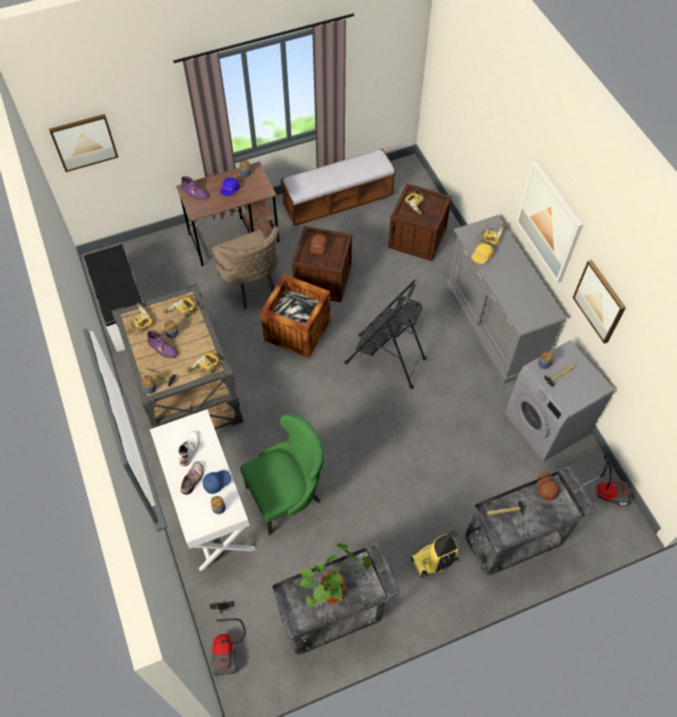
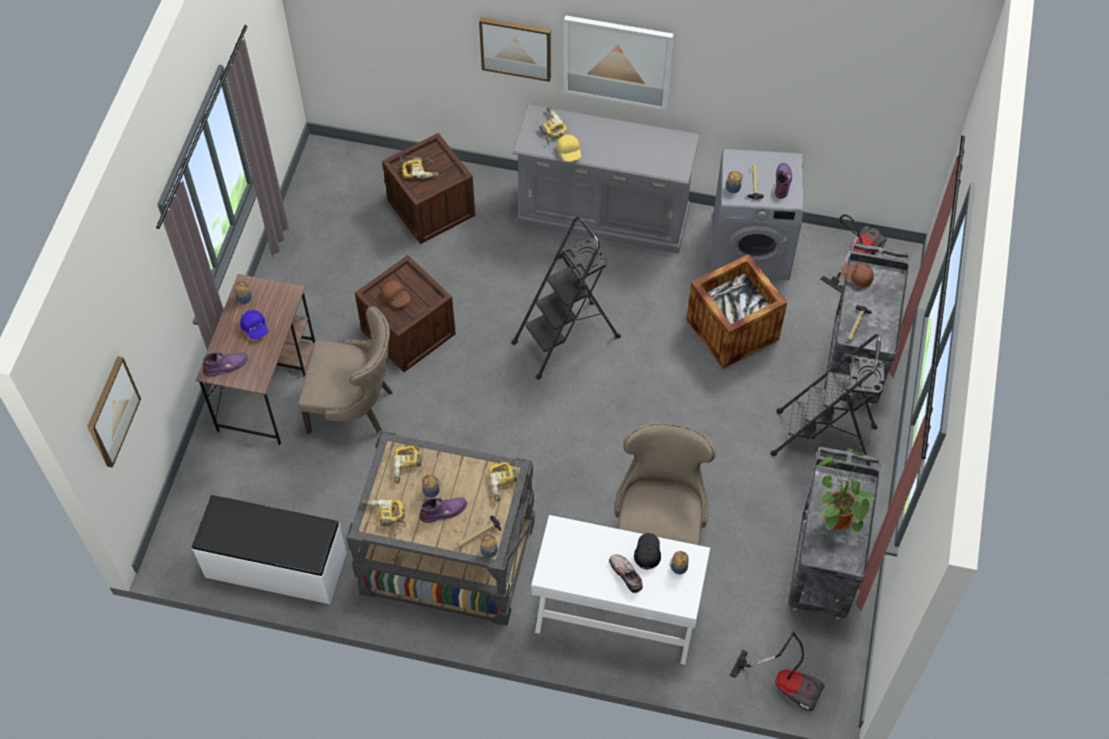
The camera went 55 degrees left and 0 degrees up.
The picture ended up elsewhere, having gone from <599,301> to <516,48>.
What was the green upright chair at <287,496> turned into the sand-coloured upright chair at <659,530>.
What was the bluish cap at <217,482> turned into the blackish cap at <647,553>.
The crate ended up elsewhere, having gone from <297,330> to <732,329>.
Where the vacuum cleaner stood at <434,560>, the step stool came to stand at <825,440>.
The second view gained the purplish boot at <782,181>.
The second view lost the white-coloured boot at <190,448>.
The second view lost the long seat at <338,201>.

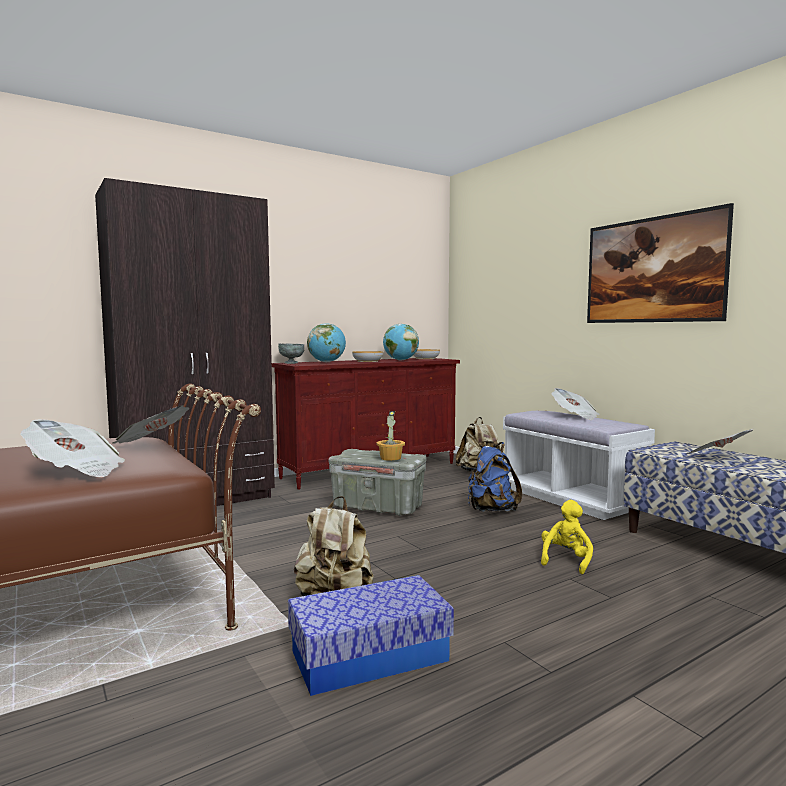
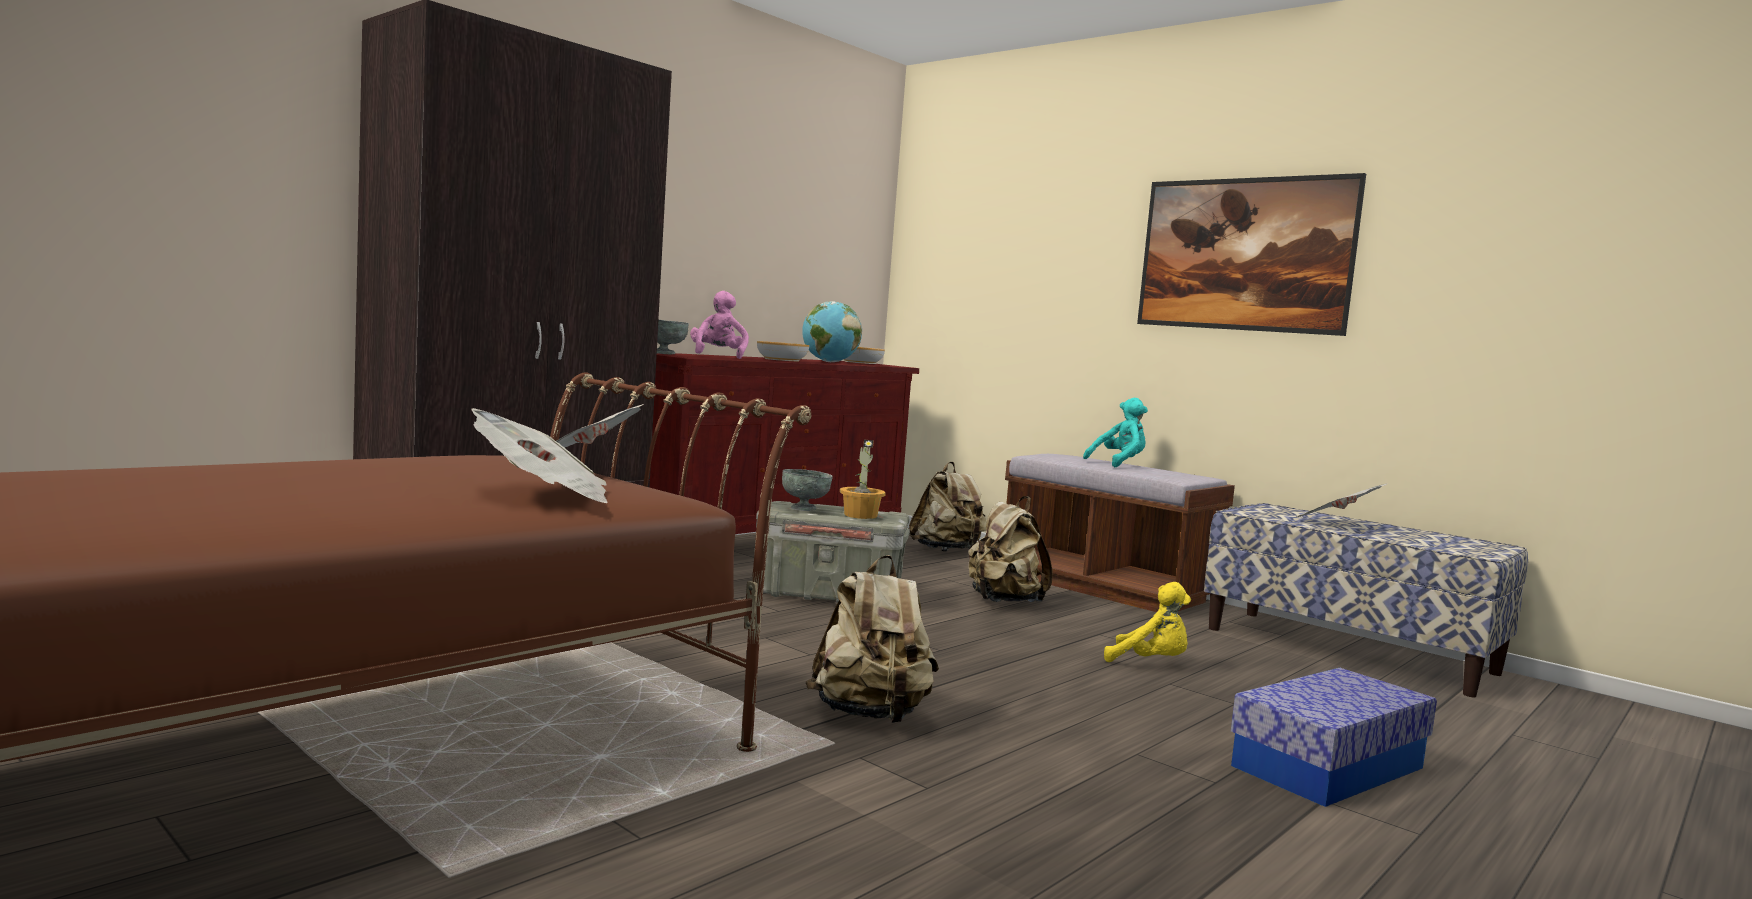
The camera went 15 degrees left and 0 degrees up.
Where the desk globe stood at <327,362>, the pink plush toy came to stand at <718,356>.
The second view gained the gray bowl at <804,508>.
What was the bluish knapsack at <491,510> turned into the sand-coloured knapsack at <1003,602>.
What was the white-coloured long seat at <571,499> turned into the brown-coloured long seat at <1105,588>.
Where the daily paper stood at <575,416>, the turquoise plush toy came to stand at <1119,464>.
The yellowish plush toy at <566,560> ended up facing another way, 105 degrees clockwise from before.
The storage box ended up elsewhere, having gone from <369,656> to <1328,767>.

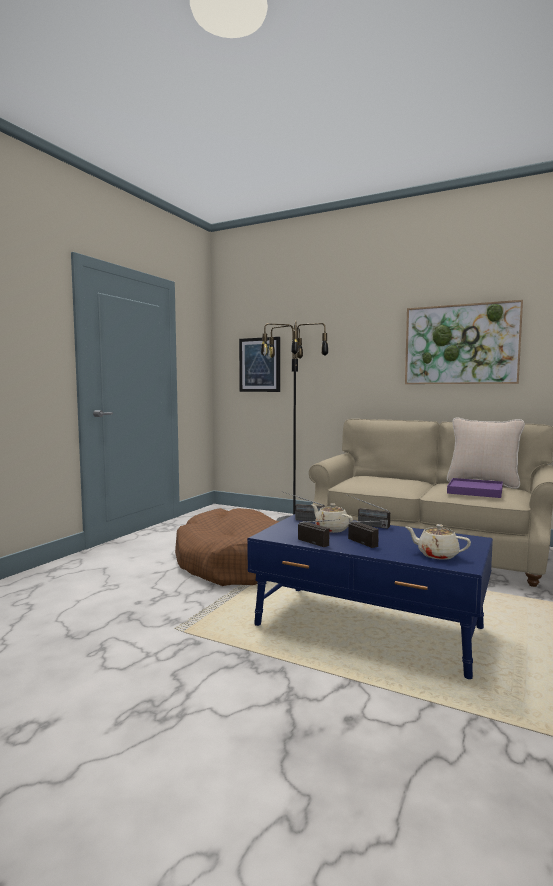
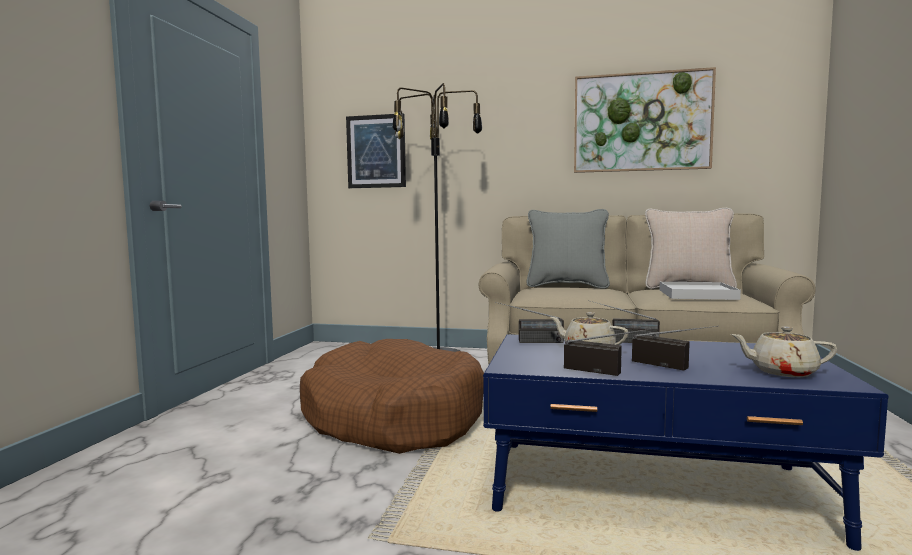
The camera went 15 degrees left and 0 degrees up.
The second view gained the gray throw pillow at <567,286>.
What was the purplish carrying tray at <475,491> turned into the white-coloured carrying tray at <696,294>.

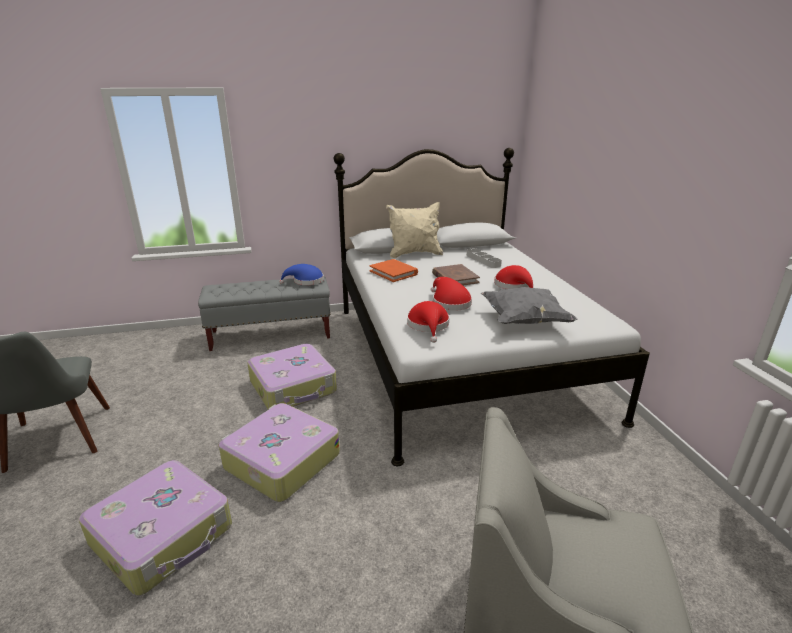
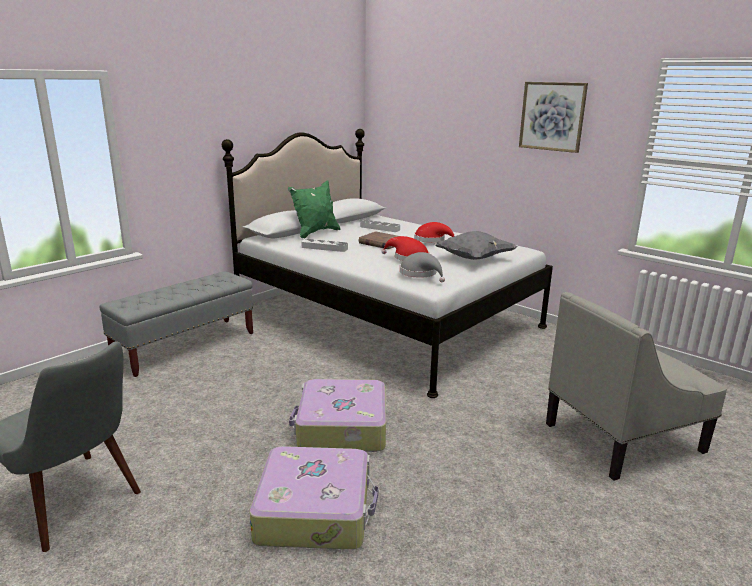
The camera went 35 degrees left and 5 degrees down.
What was the sand-coloured throw pillow at <414,254> turned into the green throw pillow at <315,233>.
Where the orange bound book stood at <393,272>, the gray carrying tray came to stand at <324,248>.
What was the reddish clothing hat at <428,326> turned into the gray clothing hat at <420,274>.
The second view gained the picture at <552,116>.
The second view lost the piece of luggage at <294,387>.
The second view lost the bluish clothing hat at <305,281>.

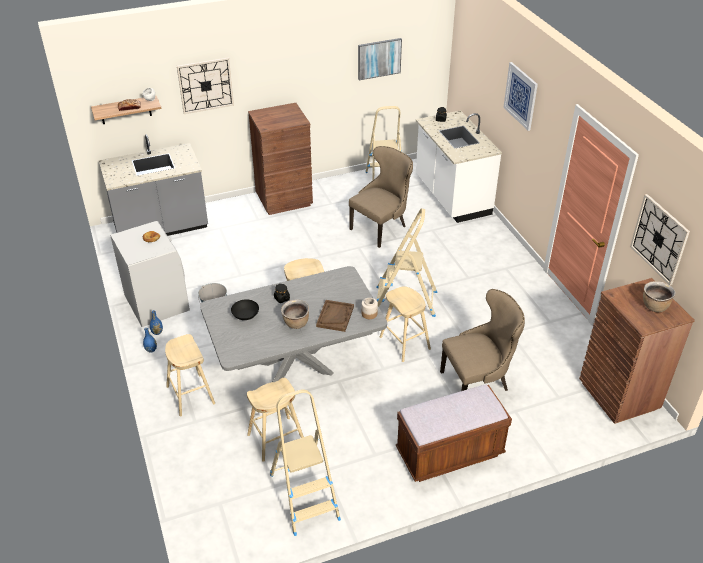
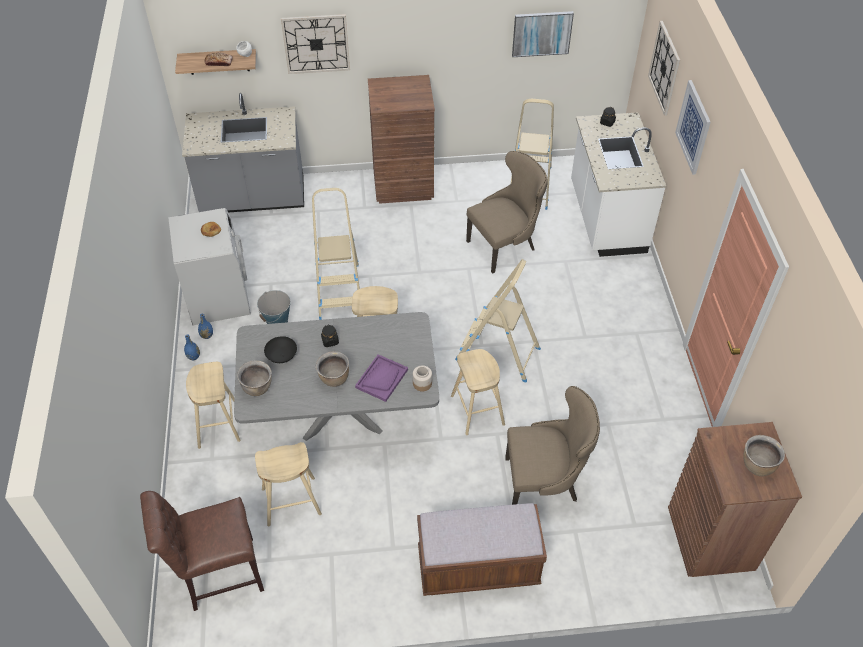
The camera went 15 degrees right and 10 degrees up.
The second view gained the brown-coloured upright chair at <218,574>.
The second view gained the brown-coloured stockpot at <257,388>.
The sand-coloured step stool ended up elsewhere, having gone from <304,497> to <339,291>.
What was the brown-coloured carrying tray at <335,316> turned into the purplish carrying tray at <381,378>.
The hanging clock ended up elsewhere, having gone from <659,239> to <664,68>.

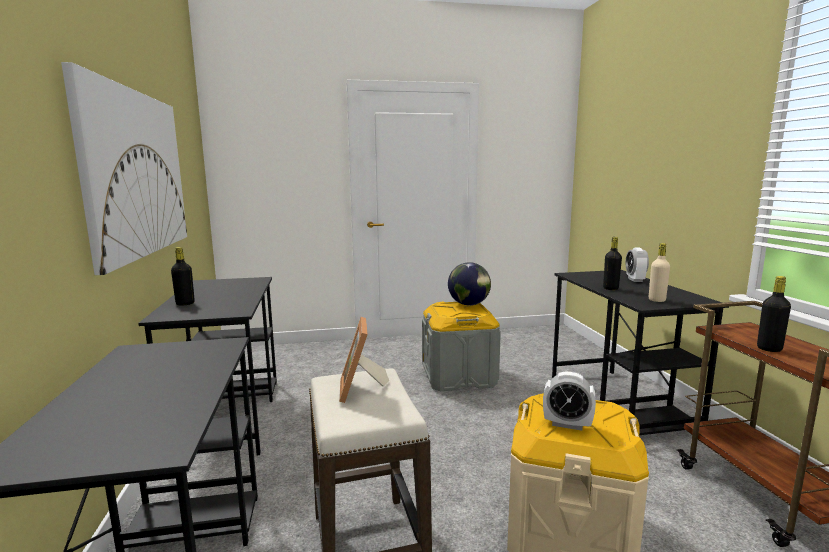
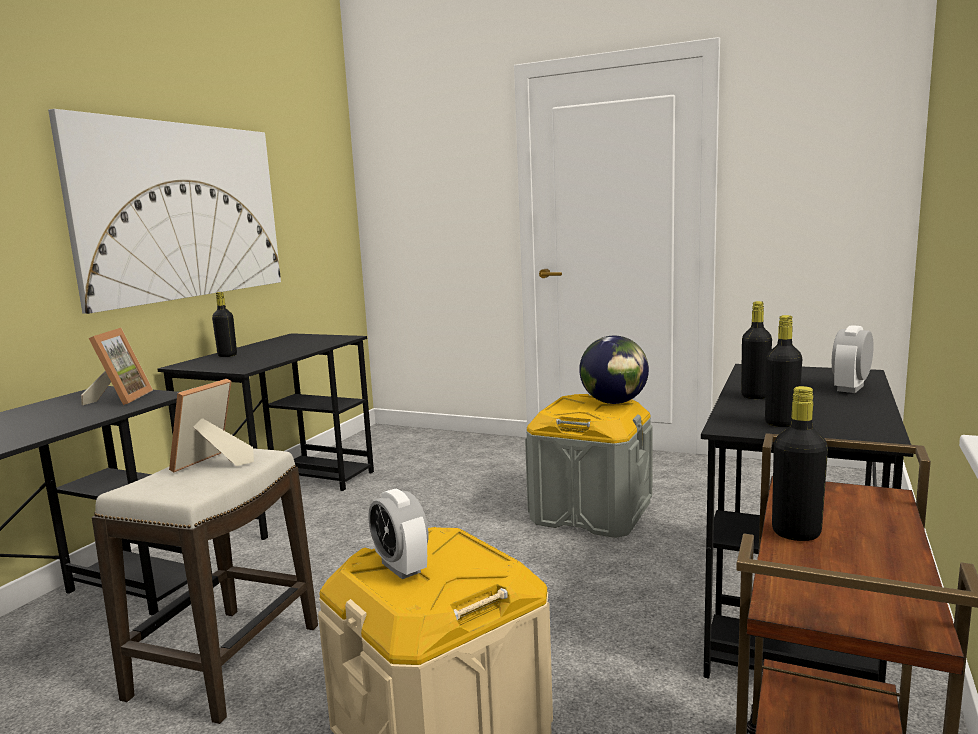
The camera went 35 degrees right and 0 degrees up.
The second view gained the photo frame at <120,399>.
What was the sand-coloured bottle at <657,300> turned into the blackish bottle at <781,423>.

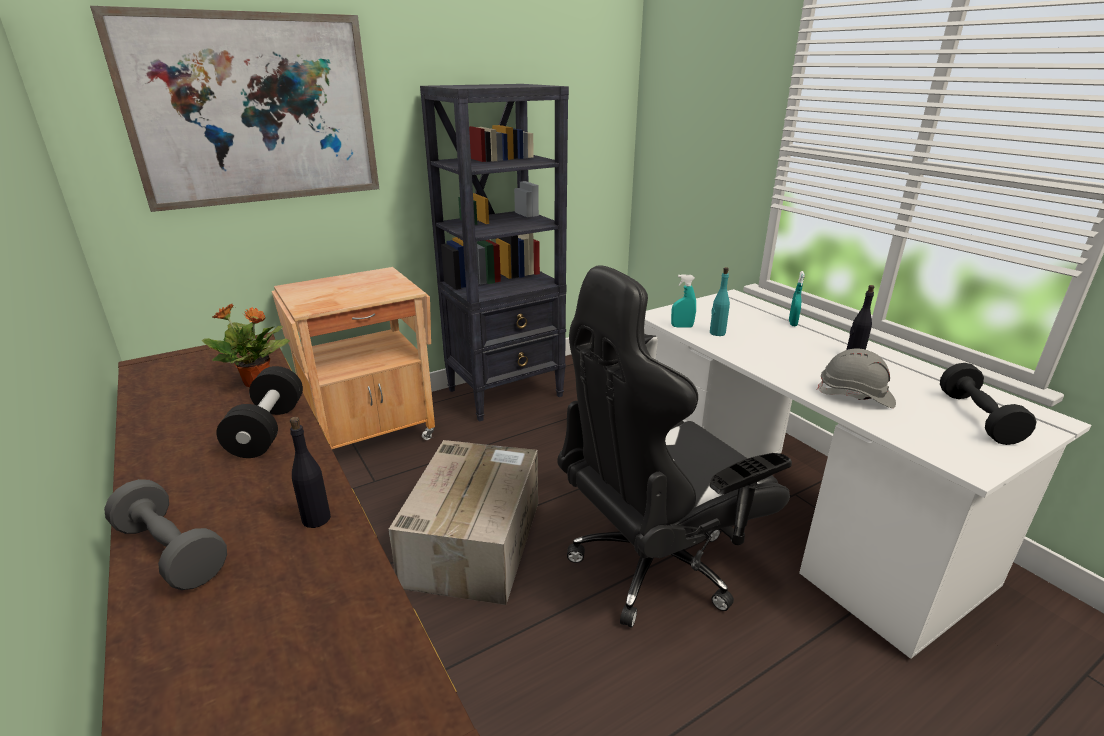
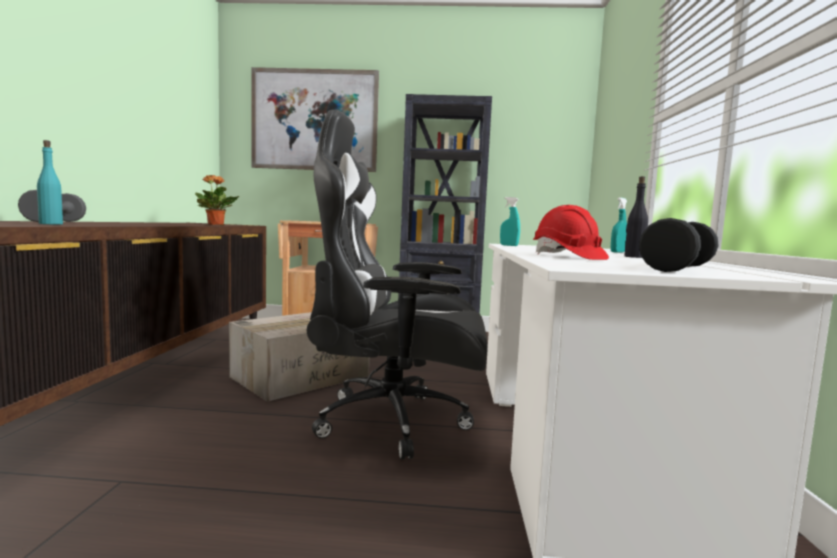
The camera went 35 degrees right and 20 degrees down.
The turquoise bottle ended up elsewhere, having gone from <717,333> to <50,224>.
What was the gray safety helmet at <855,396> turned into the reddish safety helmet at <568,257>.
The second view lost the blackish free weight at <268,430>.
The second view lost the blackish bottle at <316,518>.

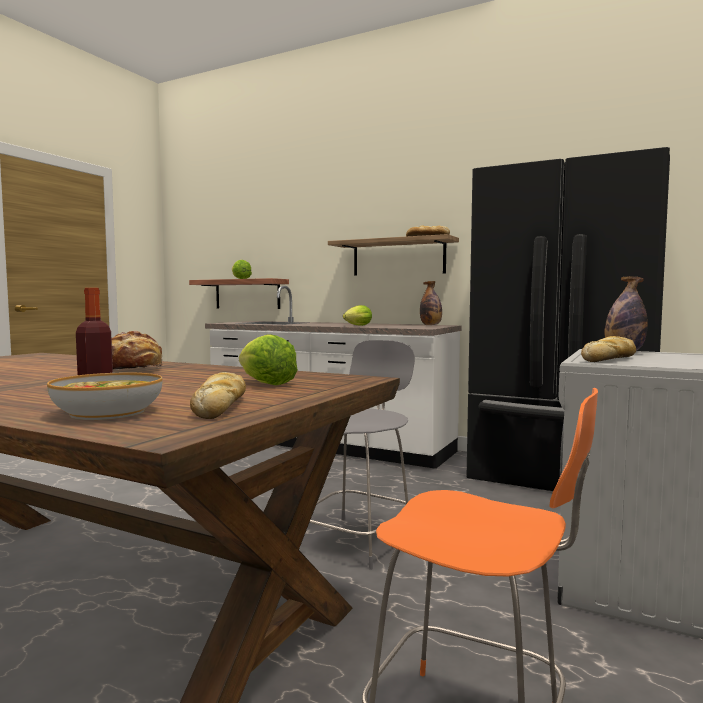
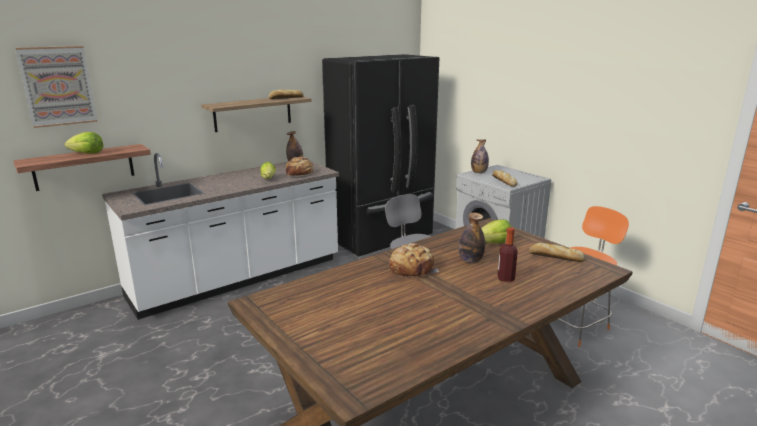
The camera went 65 degrees left and 15 degrees up.
The second view gained the picture at <58,86>.
The second view gained the bread at <300,173>.
The second view gained the bottle at <470,260>.
The second view lost the bowl at <107,412>.

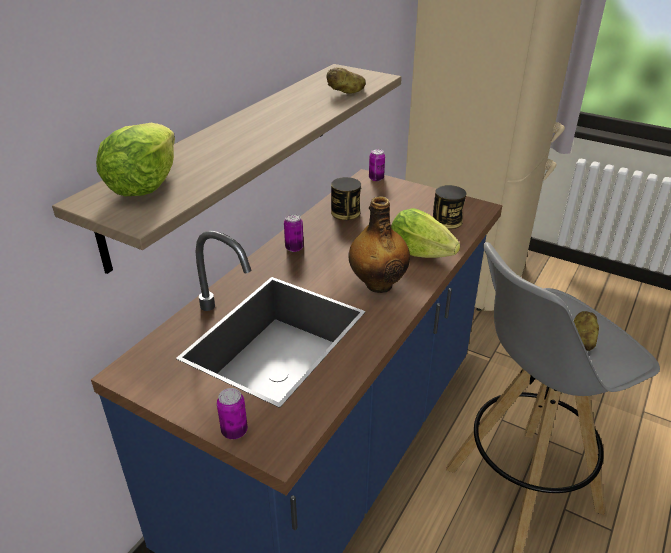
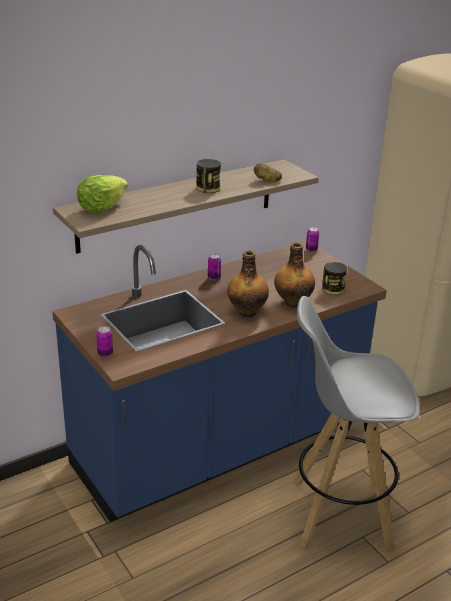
The camera went 25 degrees right and 5 degrees down.
The sealed can ended up elsewhere, having gone from <345,212> to <208,188>.
Where the lettuce head stood at <420,253>, the bottle came to stand at <293,302>.
The second view lost the potato at <582,339>.

